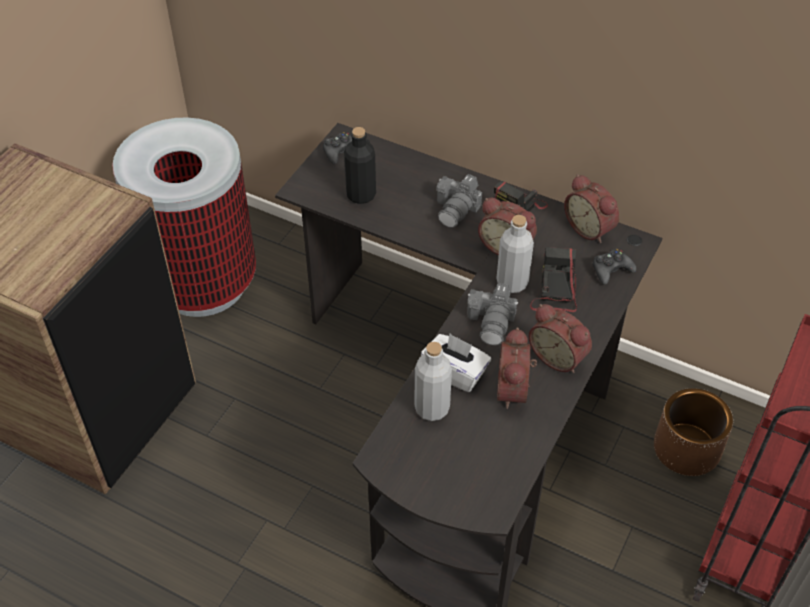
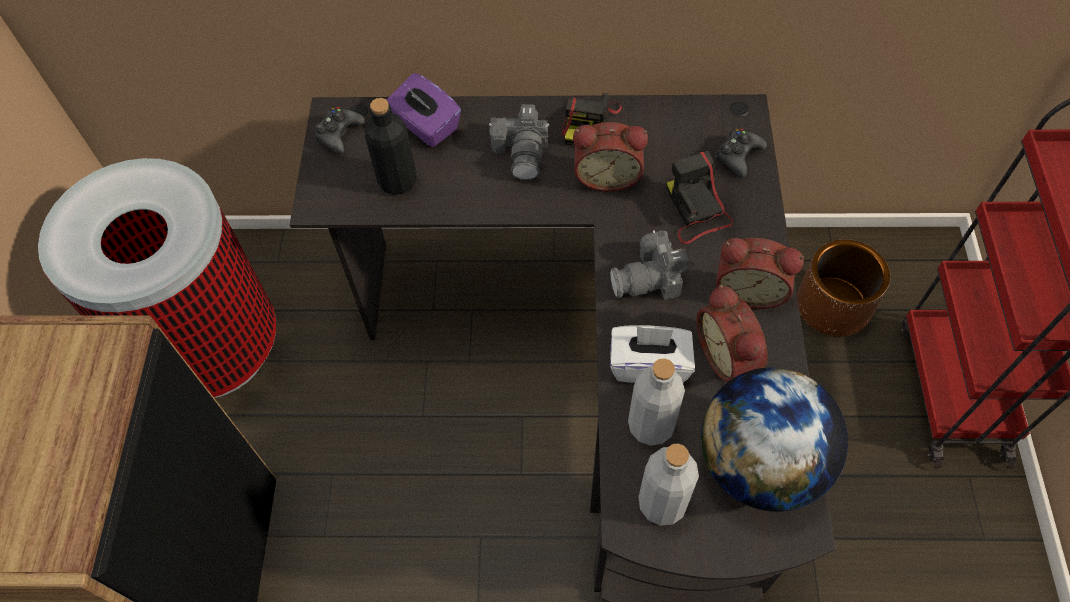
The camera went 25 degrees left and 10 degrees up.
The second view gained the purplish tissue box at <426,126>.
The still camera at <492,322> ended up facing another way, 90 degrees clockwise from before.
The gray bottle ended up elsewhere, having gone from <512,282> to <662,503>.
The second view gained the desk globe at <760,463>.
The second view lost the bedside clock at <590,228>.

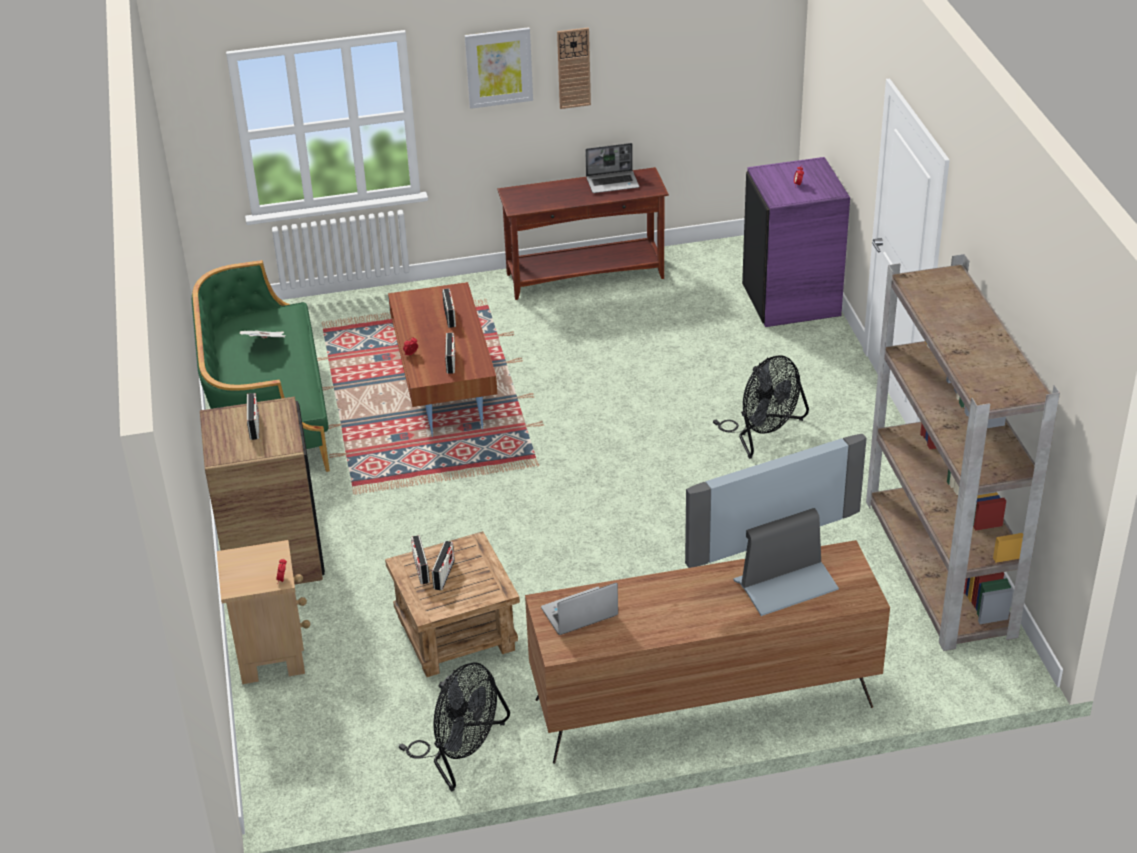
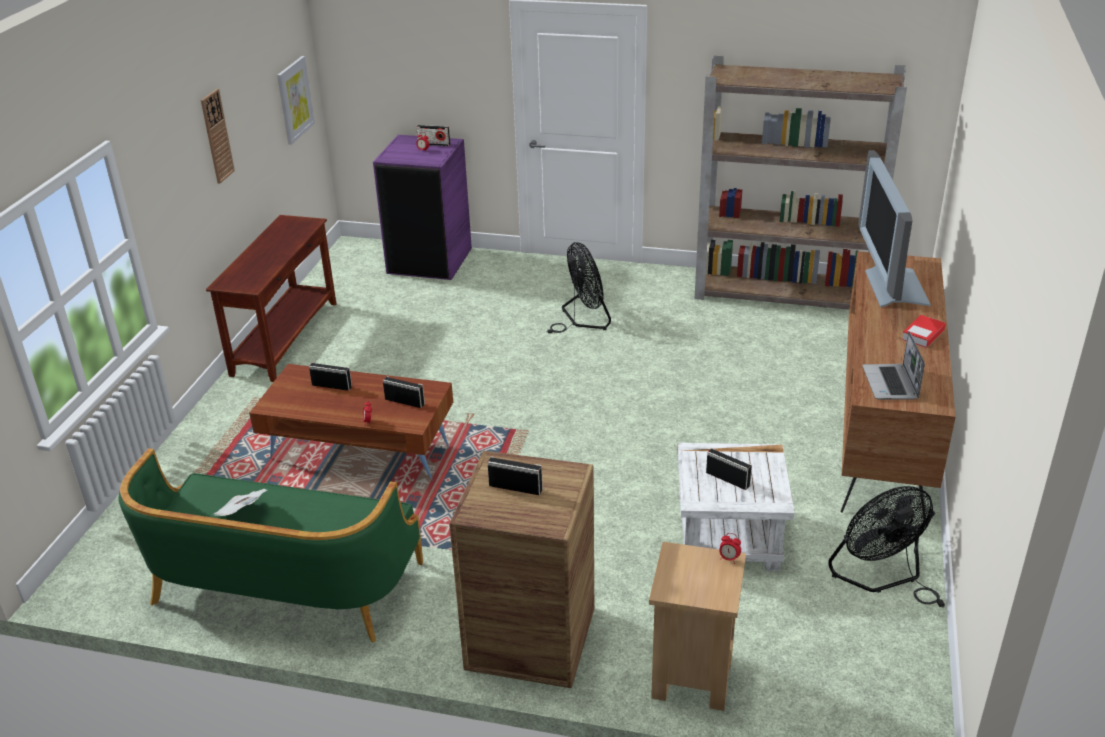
The camera went 65 degrees left and 5 degrees down.
The picture ended up elsewhere, having gone from <499,67> to <295,100>.
The radio set ended up elsewhere, having gone from <421,569> to <434,144>.
What was the brown-coloured accent table at <457,634> turned into the white-coloured accent table at <729,536>.
The blackish fan at <458,751> ended up facing another way, 75 degrees counterclockwise from before.
The second view gained the bound book at <923,335>.
The second view lost the portable computer at <613,183>.

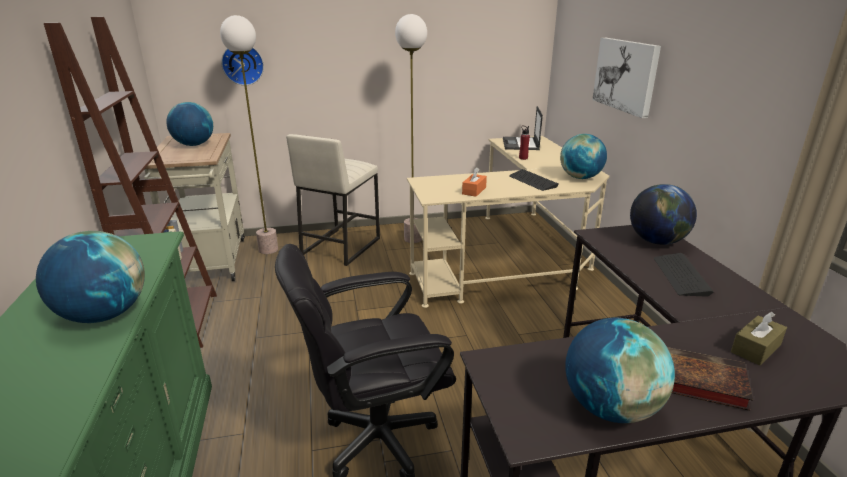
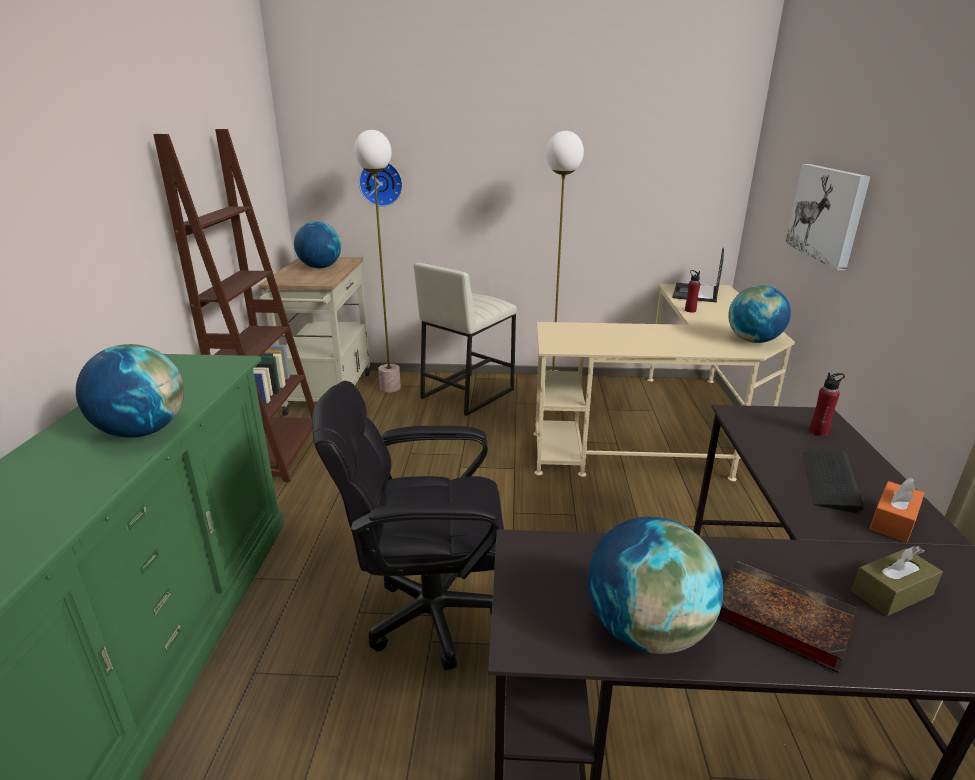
The camera went 15 degrees right and 0 degrees up.
Where the desk globe stood at <657,241>, the reddish bottle came to stand at <818,432>.
The orange tissue box ended up elsewhere, having gone from <474,191> to <893,521>.
The second view lost the computer keyboard at <532,181>.

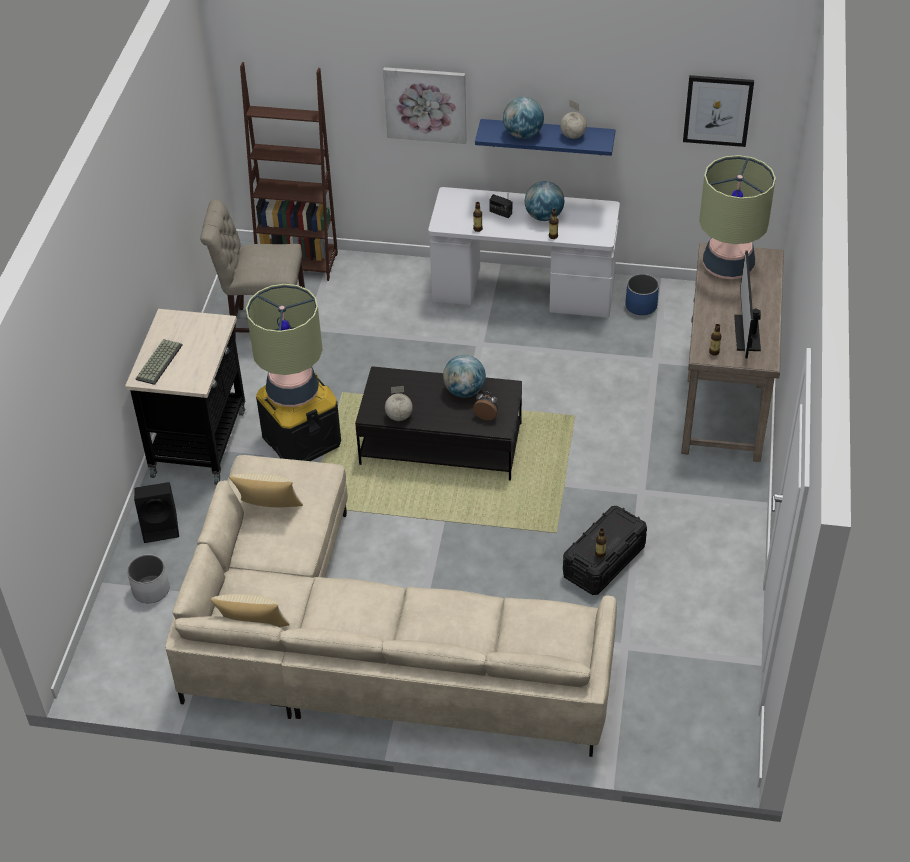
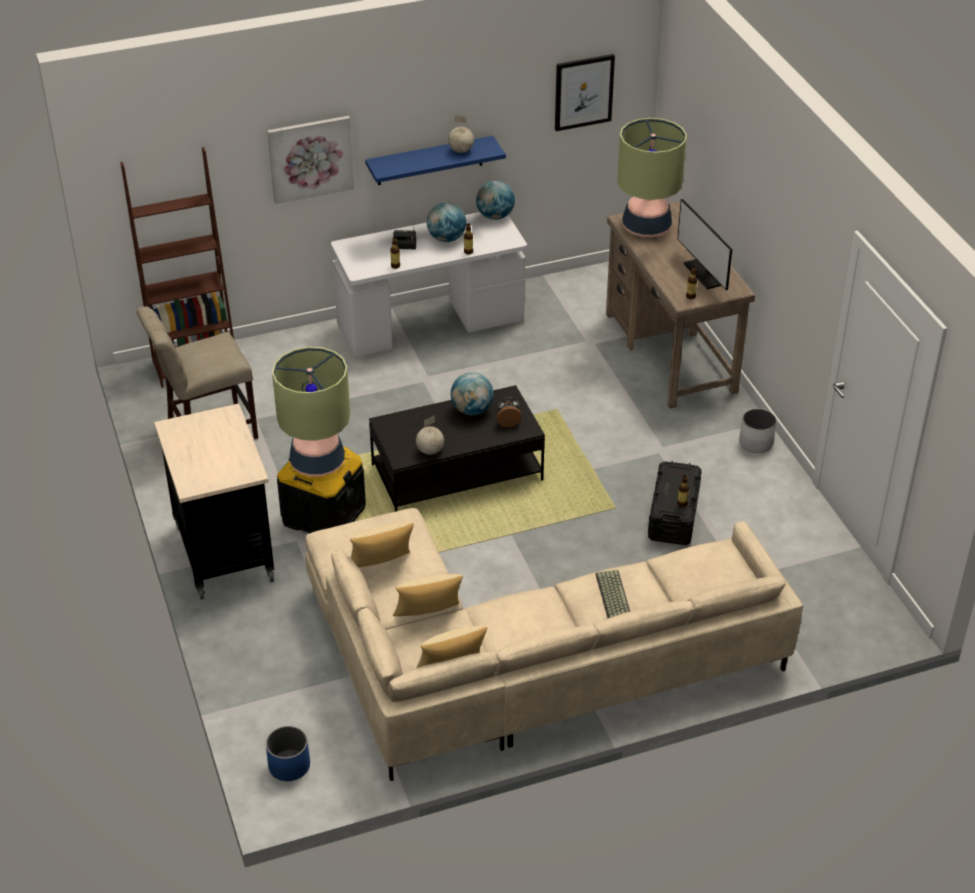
The camera went 30 degrees left and 5 degrees down.
The bluish plant pot ended up elsewhere, having gone from <641,305> to <289,766>.
The second view gained the throw pillow at <428,618>.
The desk globe ended up elsewhere, having gone from <523,134> to <495,216>.
The computer keyboard ended up elsewhere, having gone from <158,361> to <612,596>.
The white-coloured plant pot ended up elsewhere, having gone from <150,589> to <755,443>.
The second view lost the blackish speaker at <161,527>.

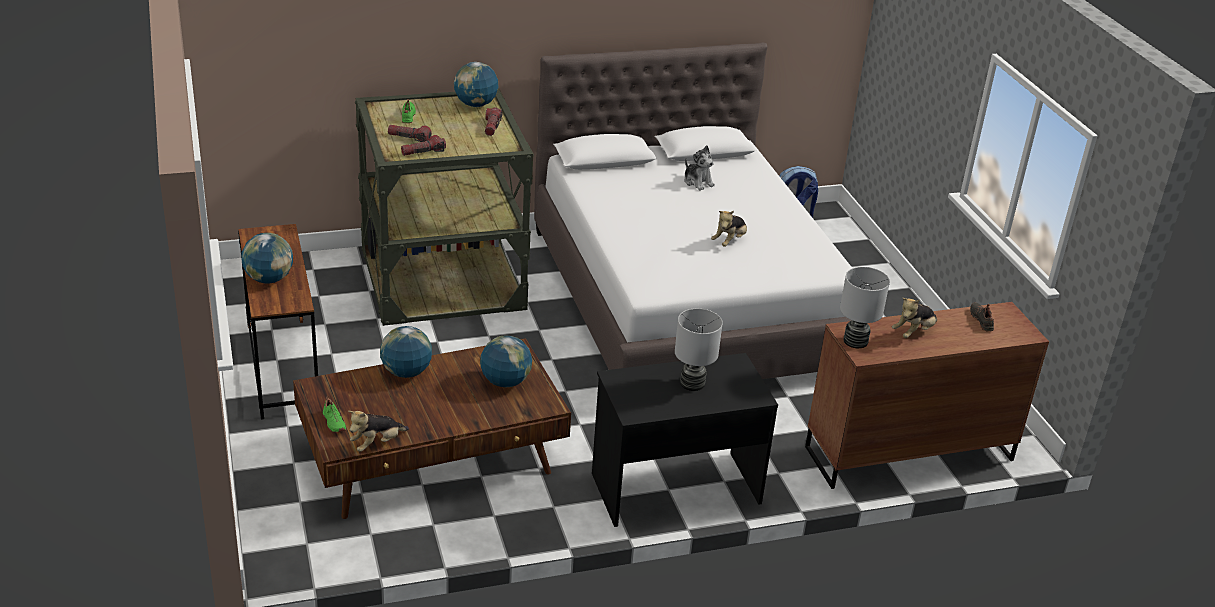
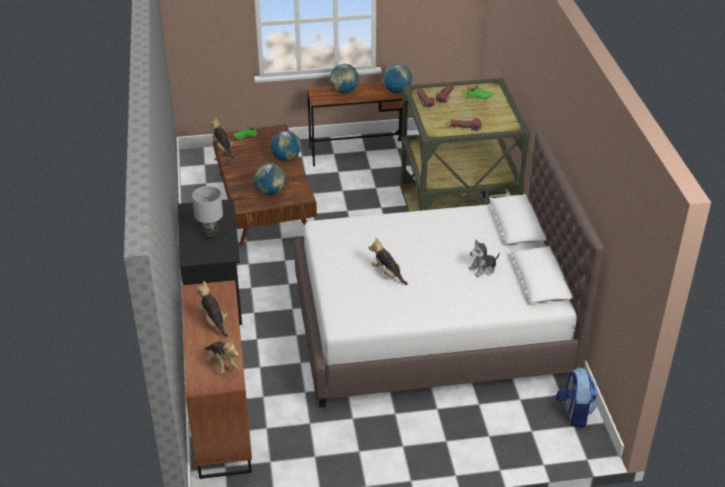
The camera went 100 degrees right and 5 degrees up.
Where the blackish shoe stood at <982,320>, the plush toy came to stand at <221,363>.
The desk globe ended up elsewhere, having gone from <475,104> to <397,91>.
The second view lost the gray tabletop lamp at <855,341>.

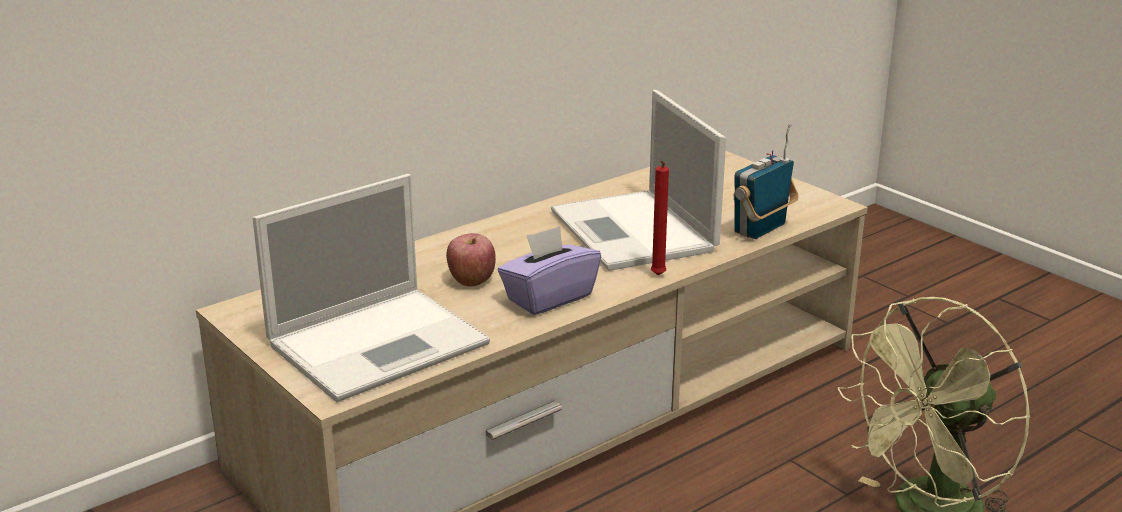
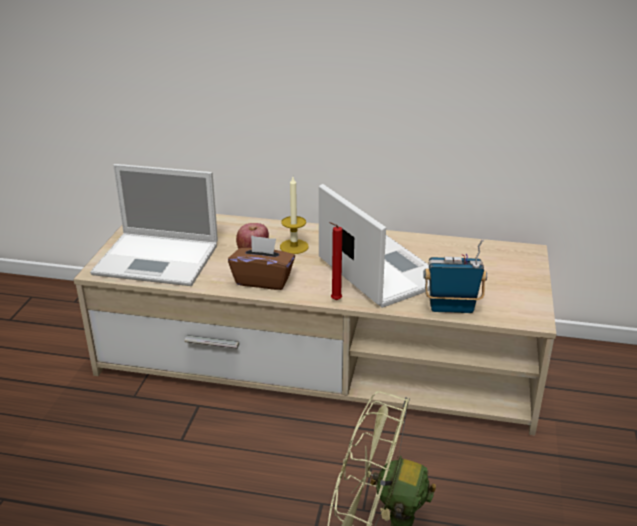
The camera went 50 degrees right and 5 degrees up.
What was the purplish tissue box at <549,297> turned into the brown-coloured tissue box at <263,280>.
The second view gained the candle at <294,246>.
The portable computer at <635,232> ended up facing another way, 120 degrees clockwise from before.

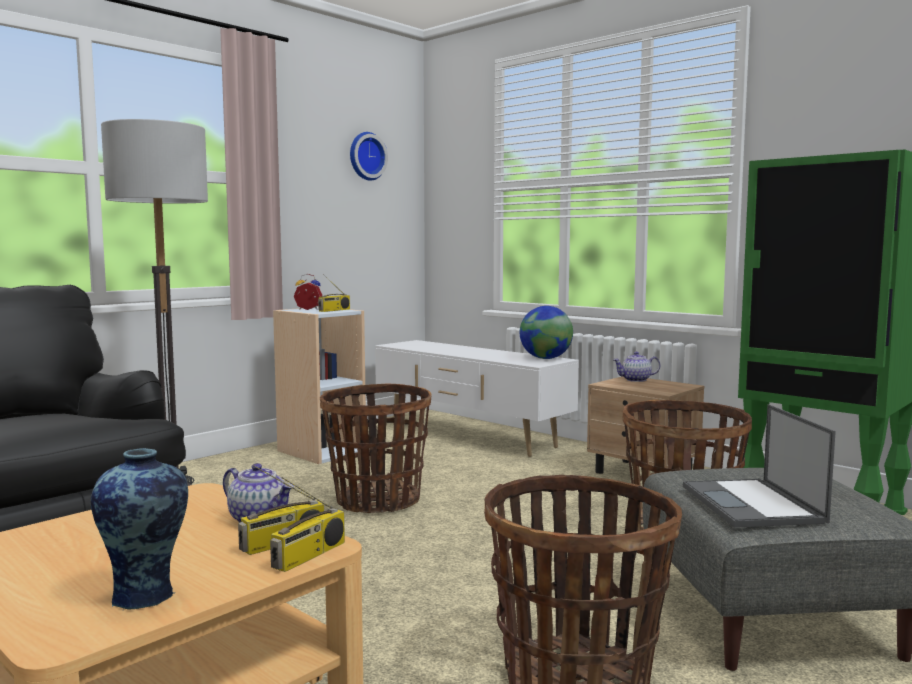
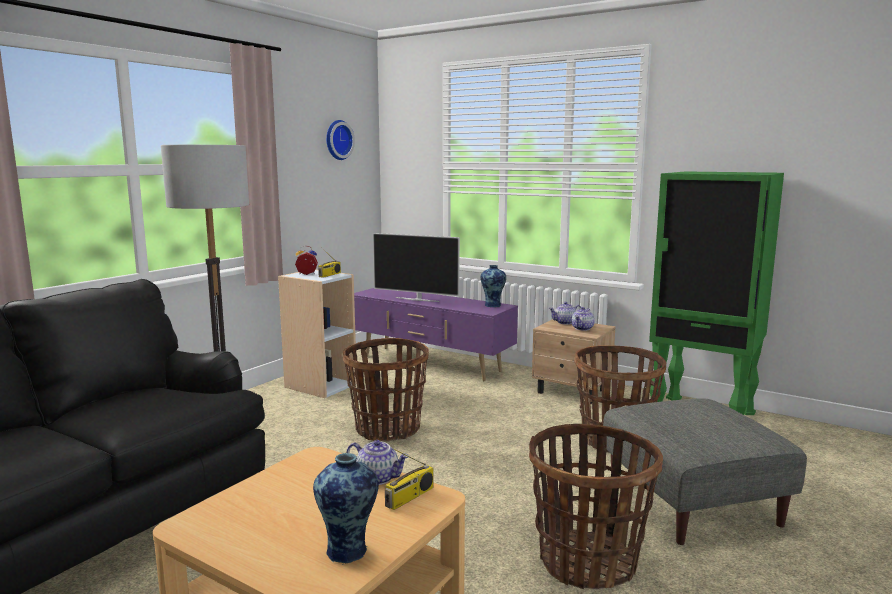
The camera went 10 degrees left and 5 degrees up.
What was the white-coloured tv unit at <470,436> turned into the purplish tv unit at <431,364>.
The second view gained the TV set at <417,299>.
Where the desk globe stood at <545,358>, the vase came to stand at <493,305>.
The second view gained the tea pot at <582,328>.
The second view lost the radio set at <309,556>.
The second view lost the portable computer at <753,504>.

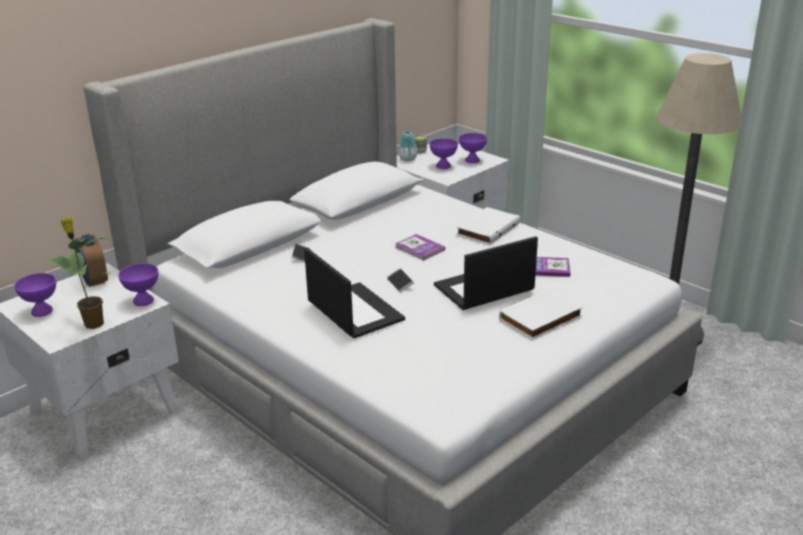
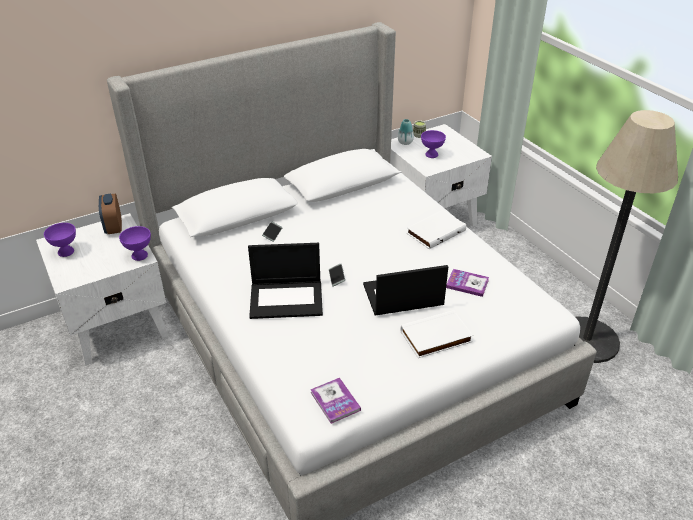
The camera went 15 degrees right and 10 degrees up.
The portable computer at <353,311> ended up facing another way, 105 degrees clockwise from before.
The bound book ended up elsewhere, having gone from <419,248> to <335,401>.
The second view lost the plant in a pot at <93,323>.
The second view lost the purplish bowl at <472,160>.

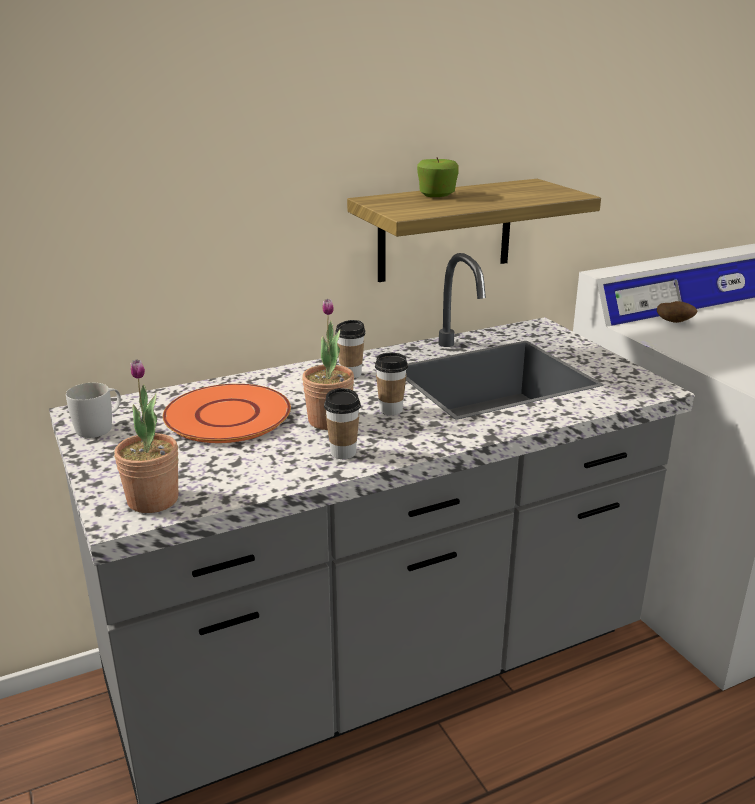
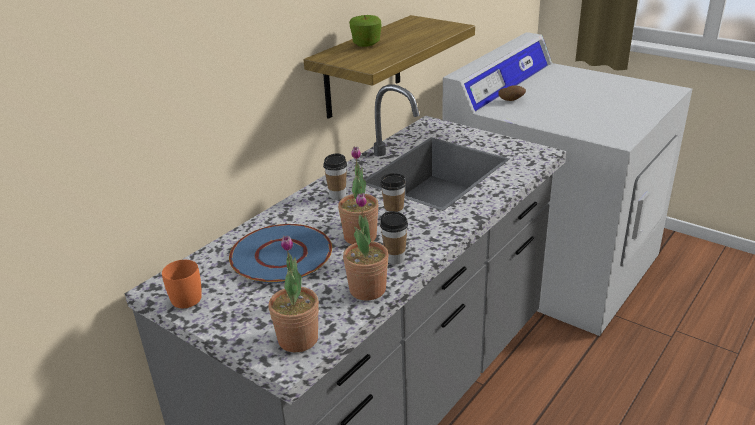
The camera went 25 degrees left and 5 degrees up.
What was the white-coloured mug at <100,427> turned into the orange mug at <189,295>.
What was the orange dinner plate at <228,416> turned into the bluish dinner plate at <281,255>.
The second view gained the plant in a pot at <367,289>.

